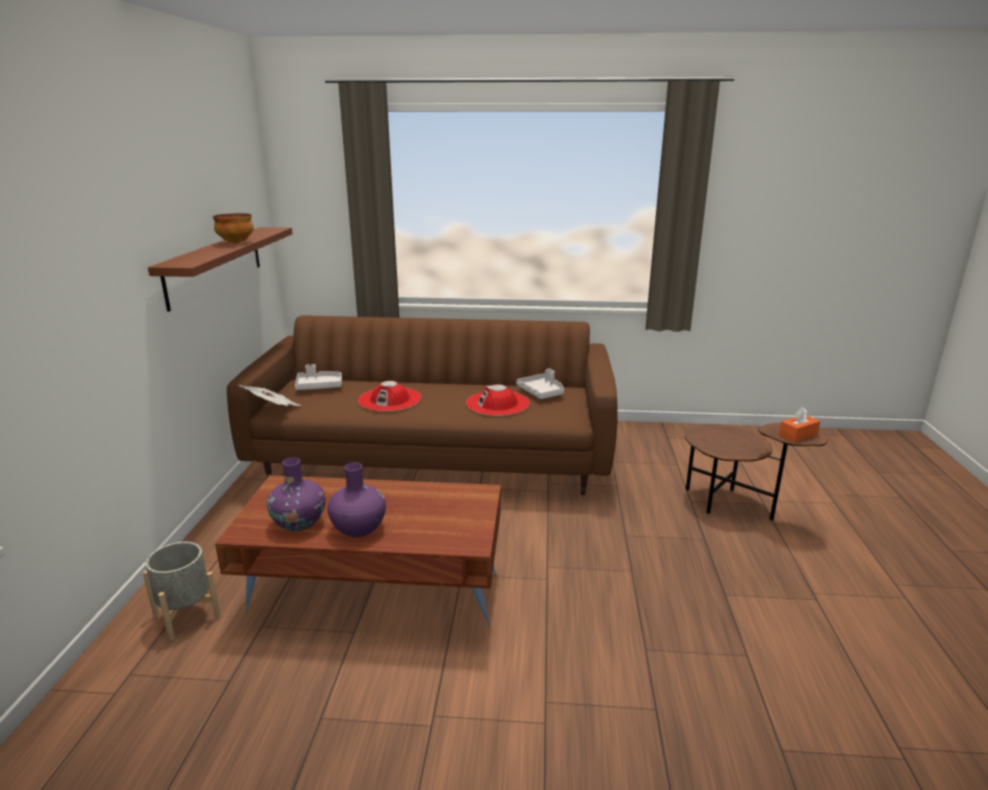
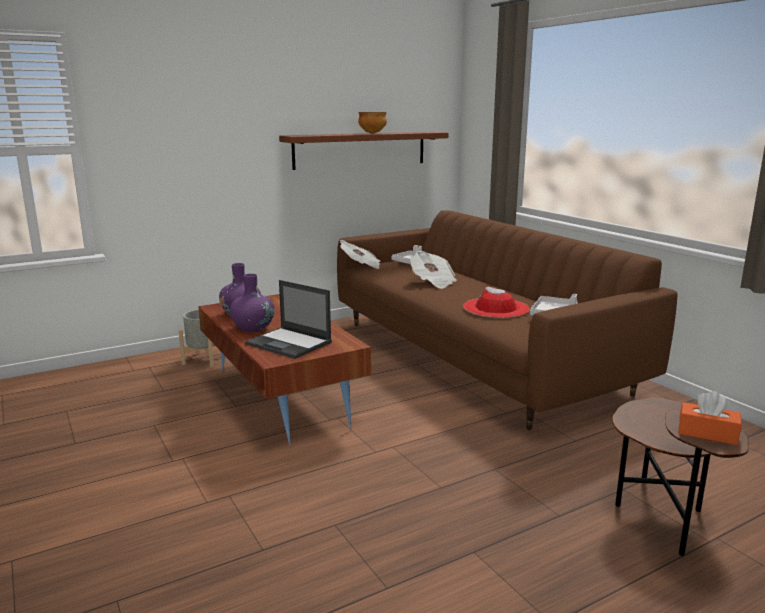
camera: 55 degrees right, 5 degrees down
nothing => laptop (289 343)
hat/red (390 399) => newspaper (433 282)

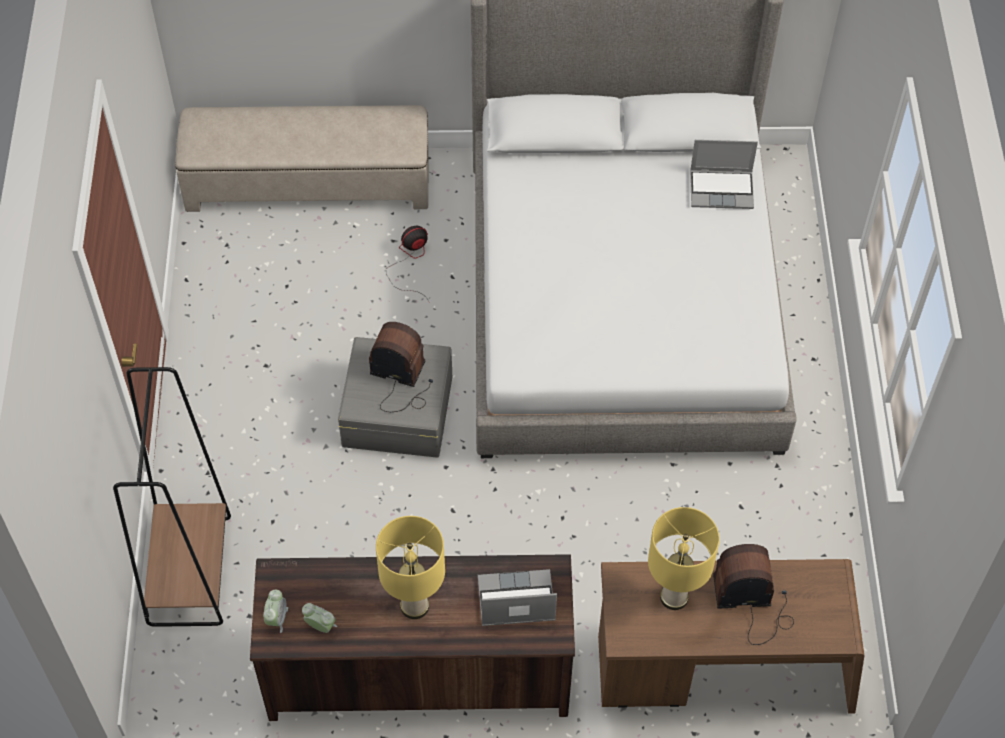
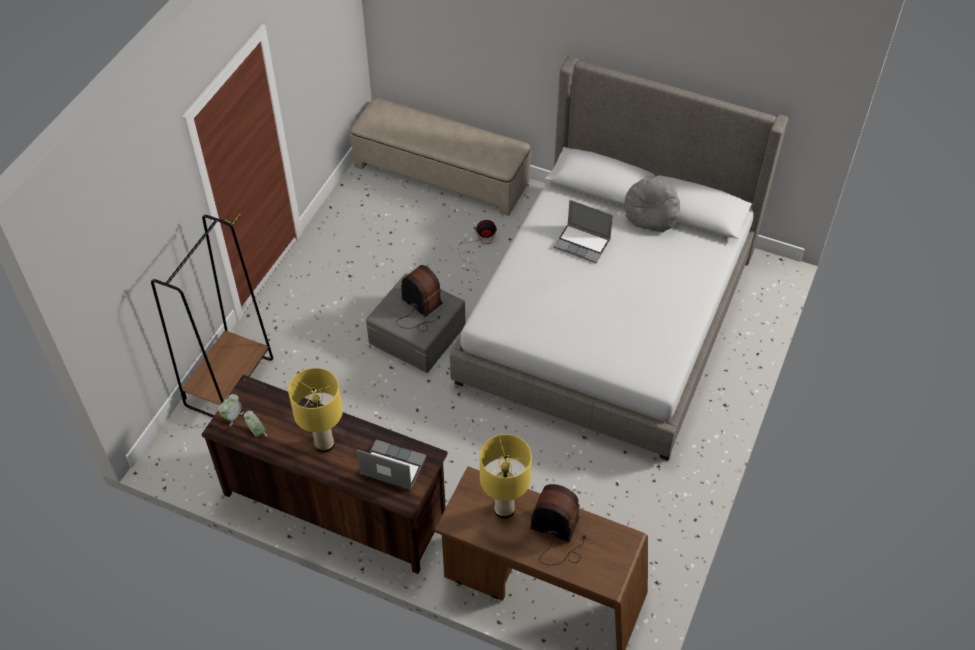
camera: 25 degrees right, 5 degrees down
nothing => pillow/grey (649 222)
laptop (722 189) => laptop (583 244), relocated

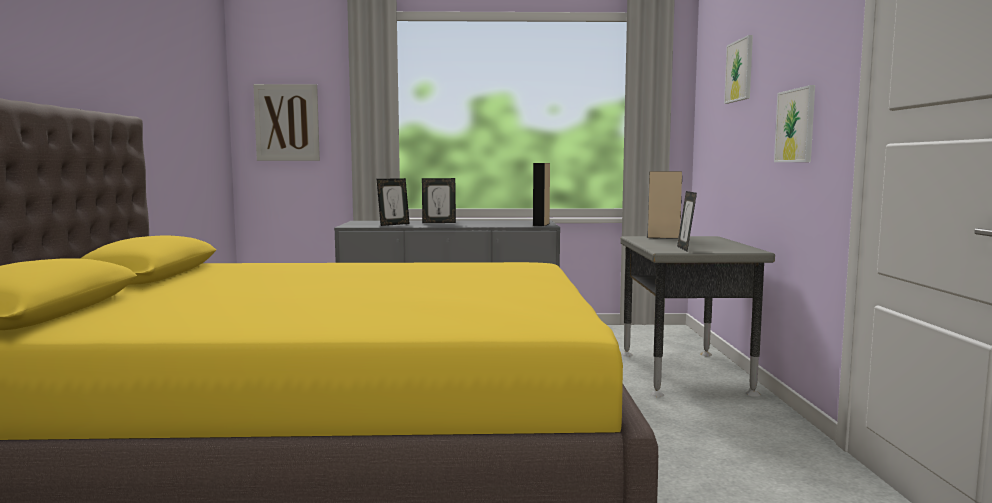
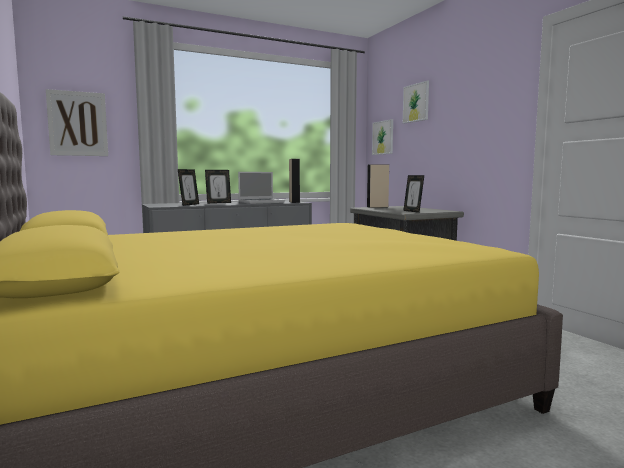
camera: 25 degrees left, 0 degrees up
nothing => laptop (261 202)
picture (795 125) => picture (383 137), relocated

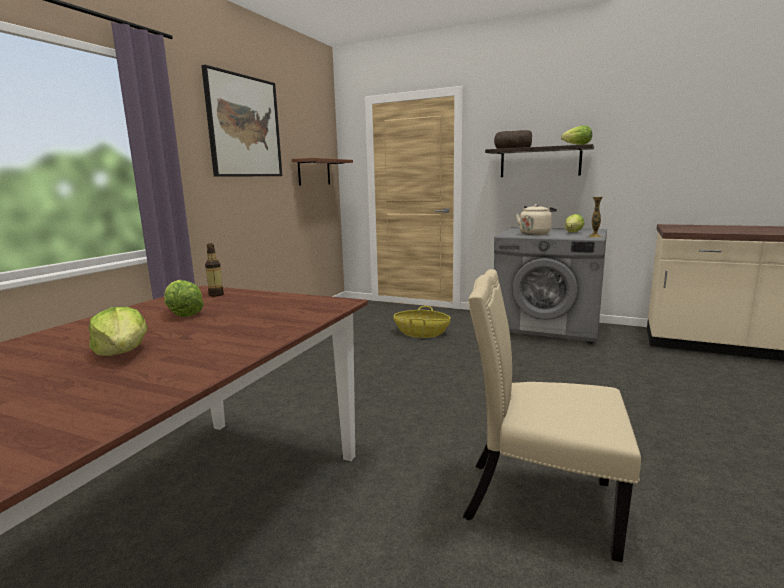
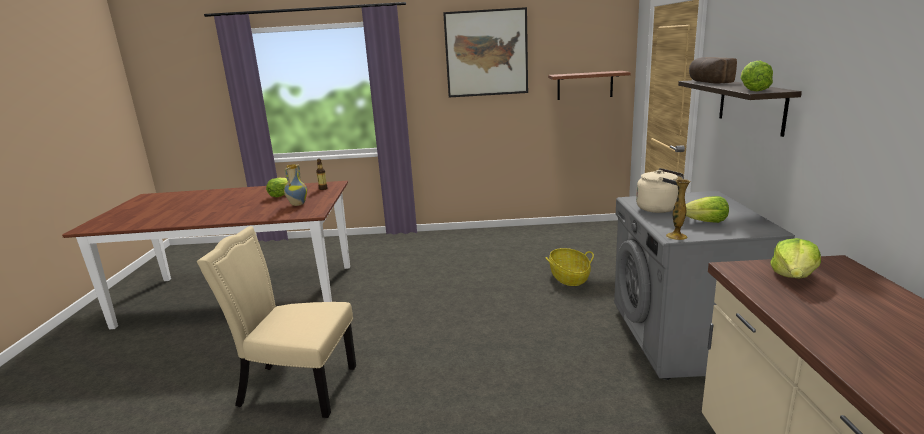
camera: 65 degrees right, 5 degrees up
nothing => vase (297 204)
lettuce (123 353) => lettuce (793 276), relocated
chair/beige (542 503) => chair/beige (299 388), 75 degrees counterclockwise

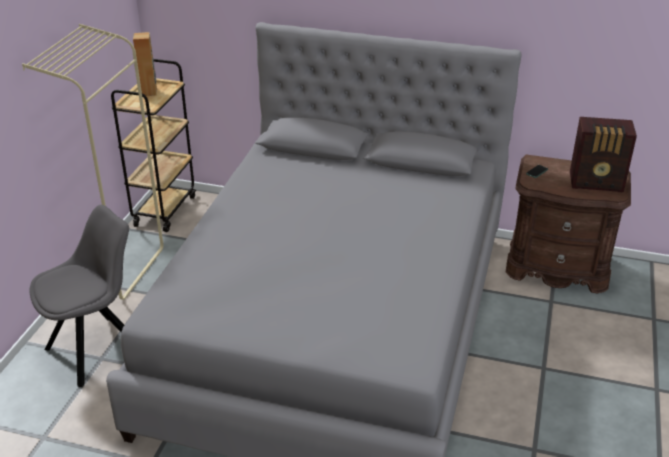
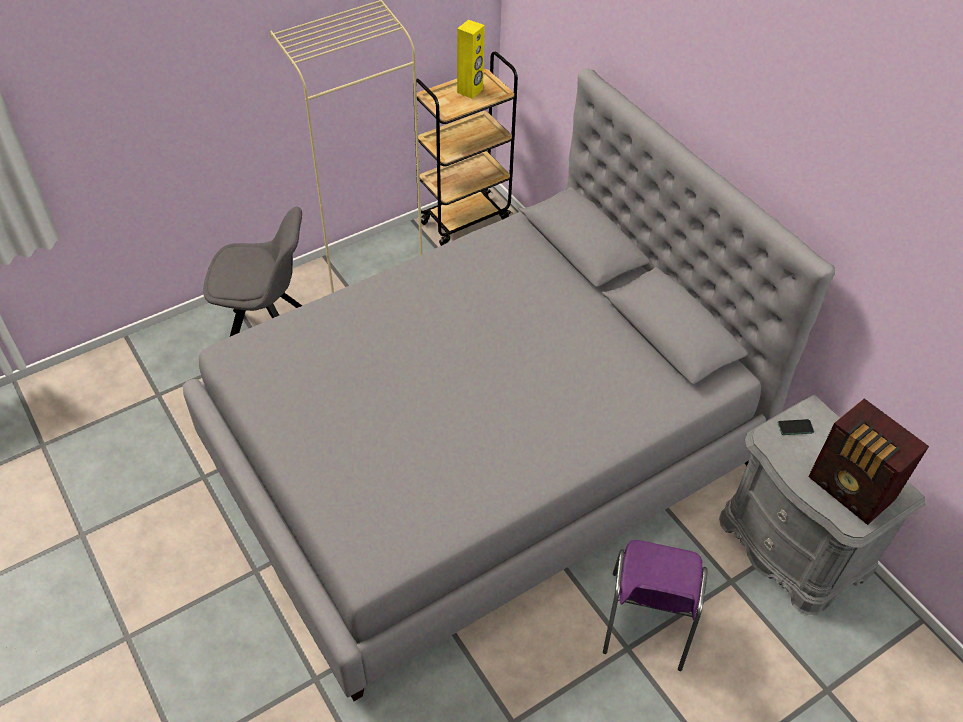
camera: 40 degrees right, 15 degrees up
nothing => chair/purple (646 623)
speaker/brown (149 92) => speaker/yellow (470 91)
nightstand/brown (558 268) => nightstand/grey (789 549)

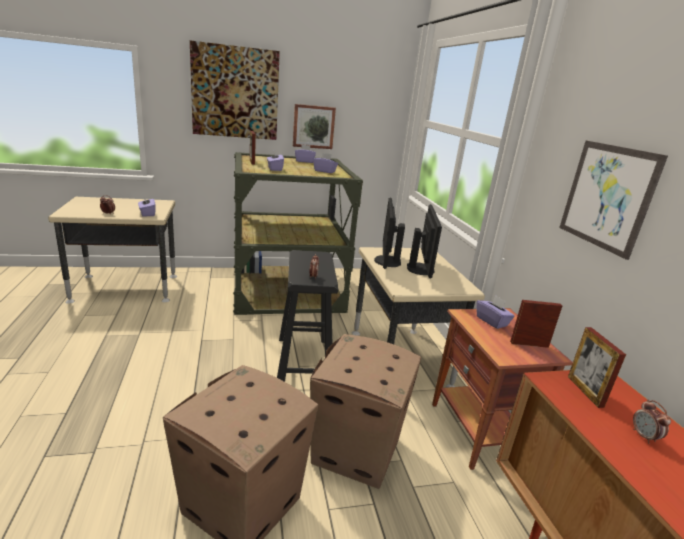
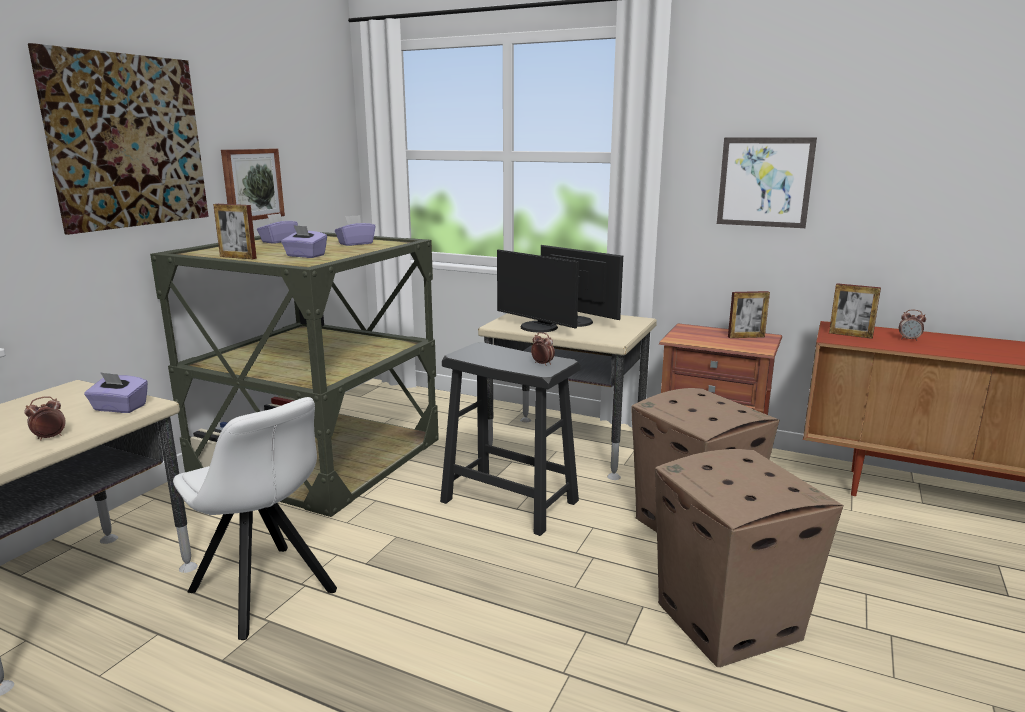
camera: 50 degrees left, 5 degrees down
tissue box/purple (492 321) => nothing
nothing => chair/white (264 591)
picture frame (529 344) => picture frame (746 337), 135 degrees counterclockwise

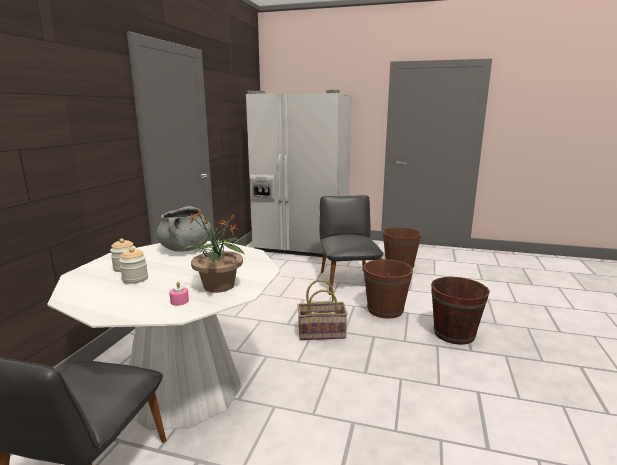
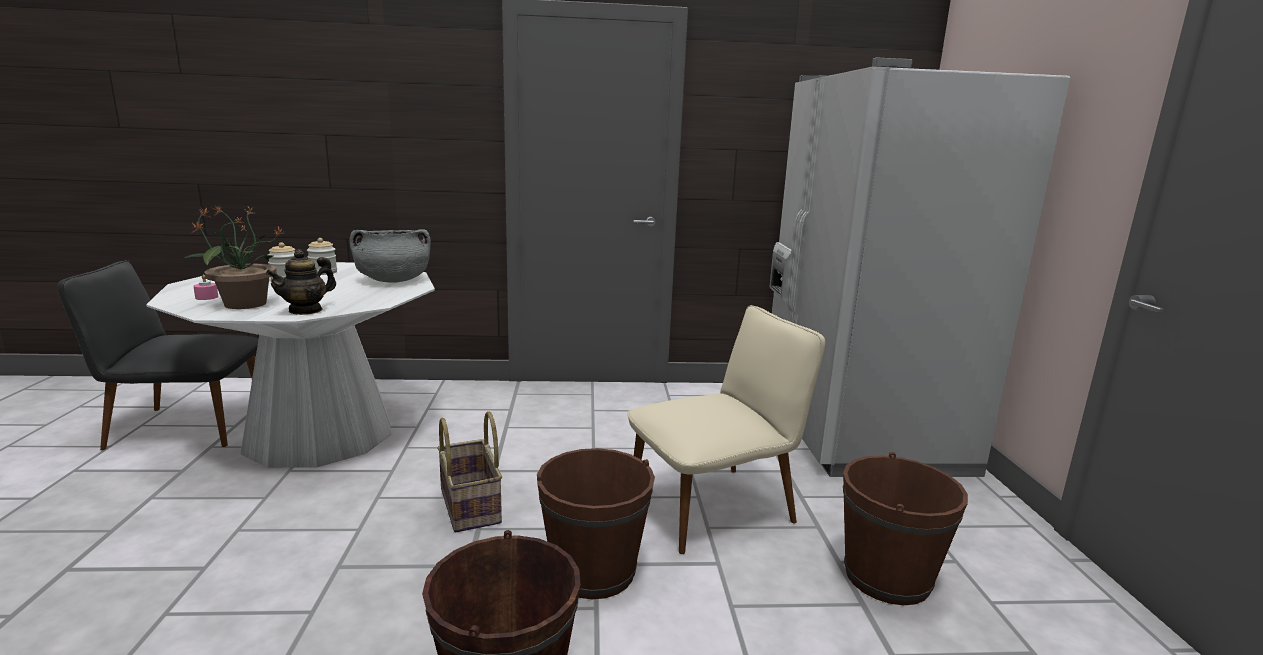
camera: 70 degrees right, 0 degrees up
nothing => teapot (306 310)
chair/black (348 281) => chair/beige (710 507)

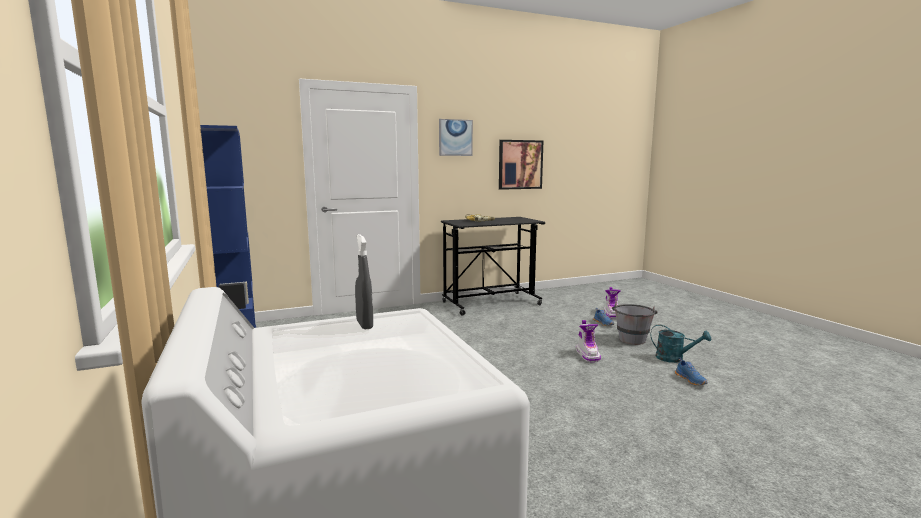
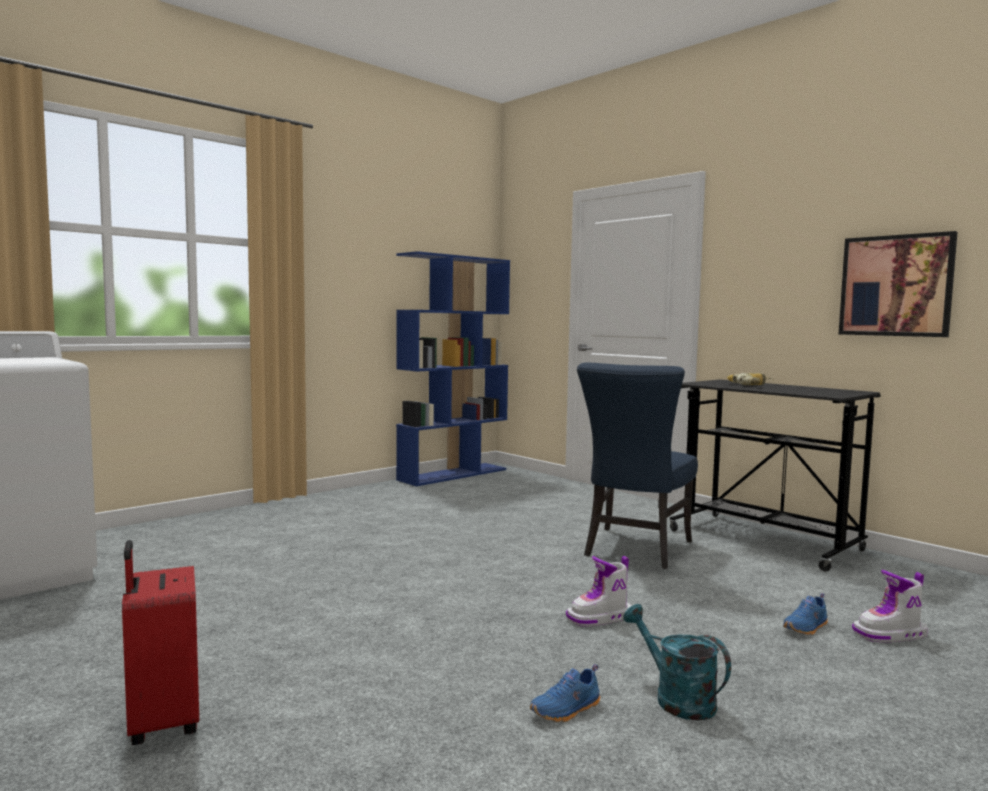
camera: 70 degrees right, 5 degrees down
spray bottle/grey (364 325) => nothing
picture (455 137) => nothing
bucket/grey (632 338) => nothing
nothing => suitcase/red (162 722)
nothing => chair/blue (634 550)
watering can/turquoise (674 358) => watering can/turquoise (676 698), 135 degrees clockwise

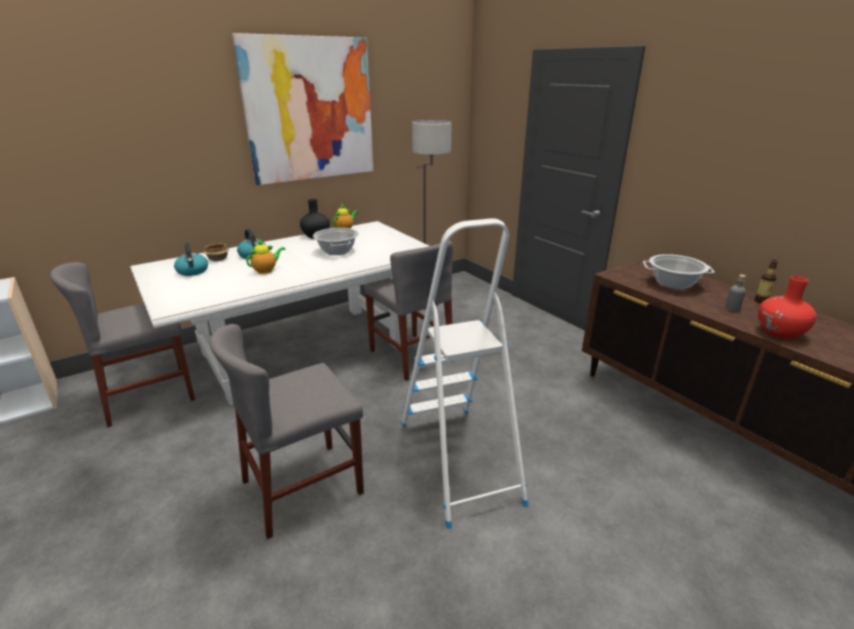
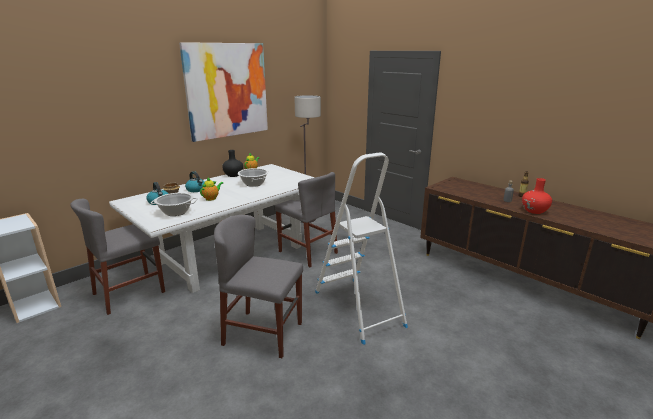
camera: 10 degrees left, 5 degrees down
cooking pot (673 283) => cooking pot (176 212), relocated
chair/grey (302 487) => chair/grey (263 333), 60 degrees clockwise

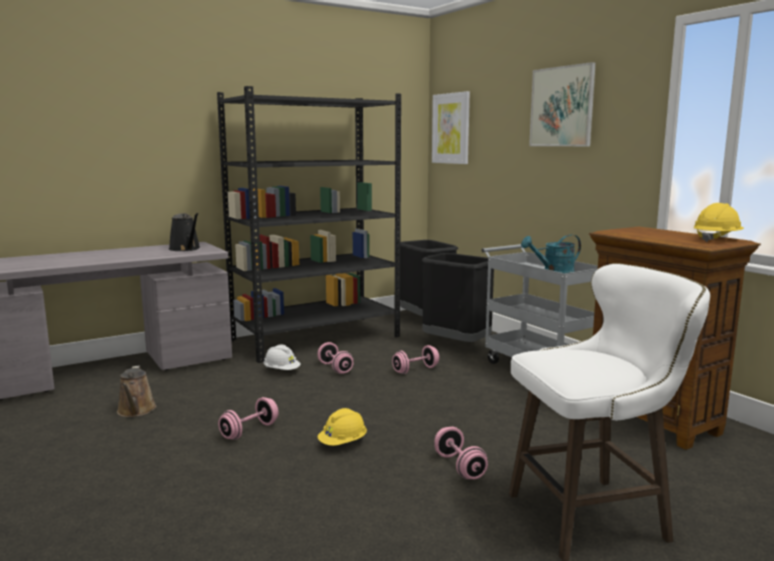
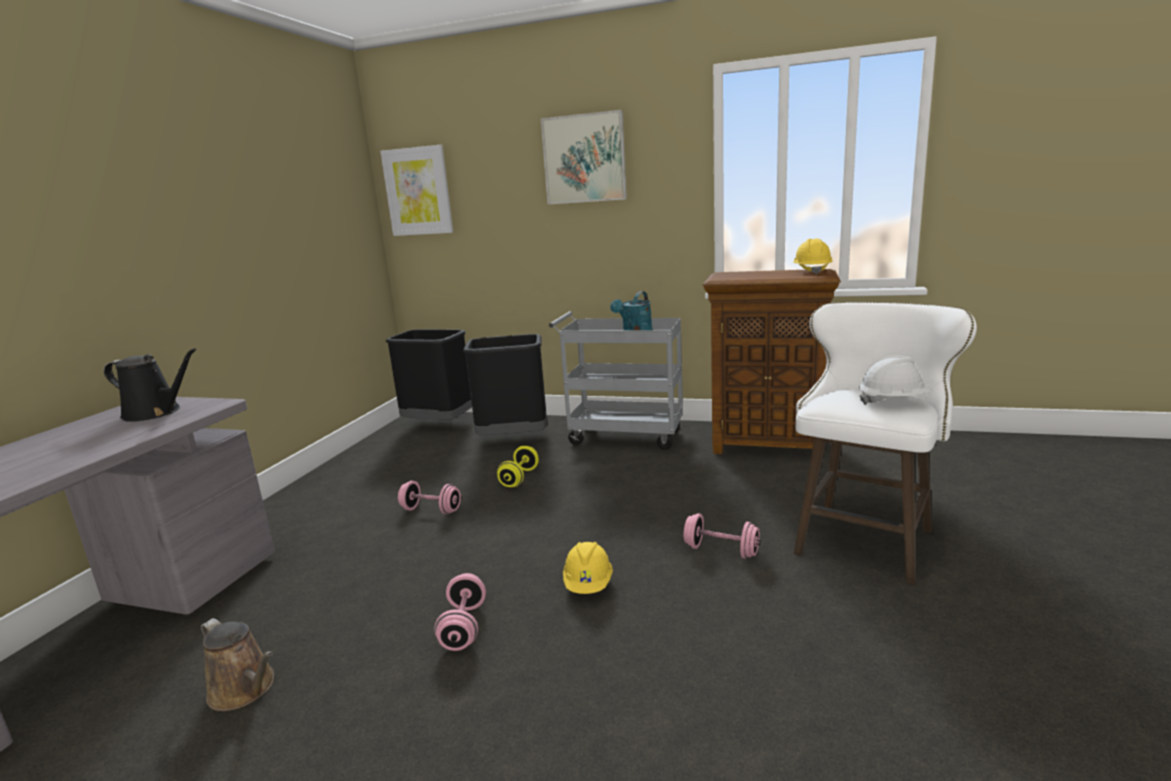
camera: 40 degrees left, 5 degrees up
bookcase/black (316 338) => nothing
hard hat/white (281 371) => hard hat/white (893 401), relocated
dumbbell/pink (415 370) => dumbbell/yellow (519 478)

